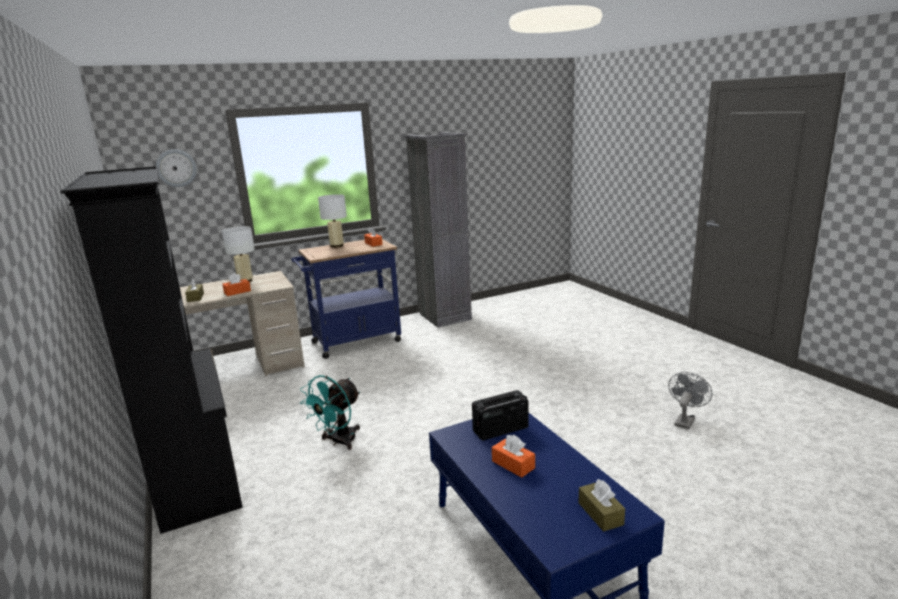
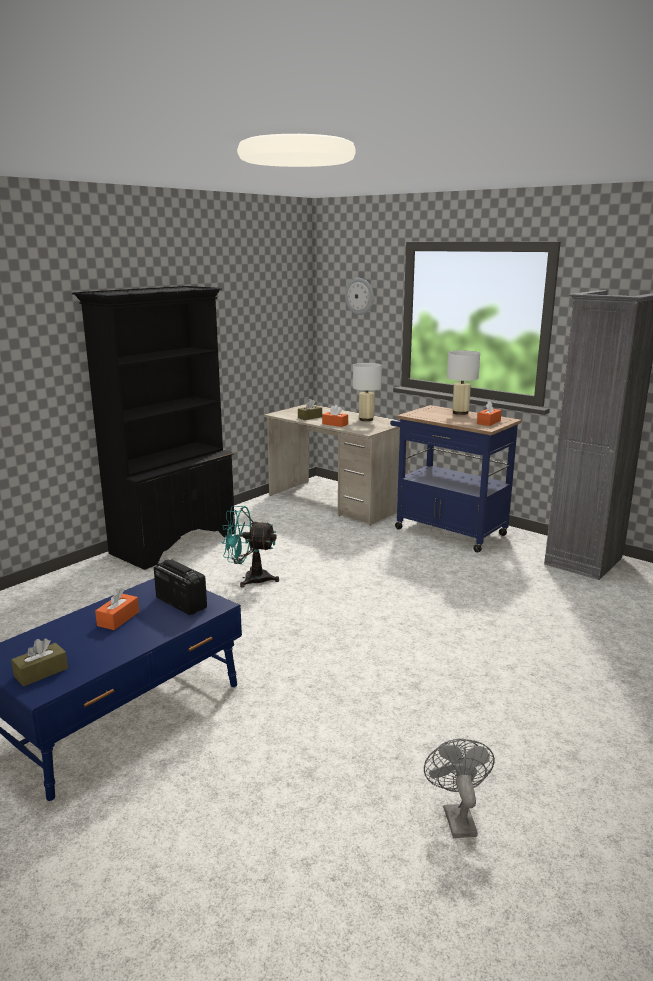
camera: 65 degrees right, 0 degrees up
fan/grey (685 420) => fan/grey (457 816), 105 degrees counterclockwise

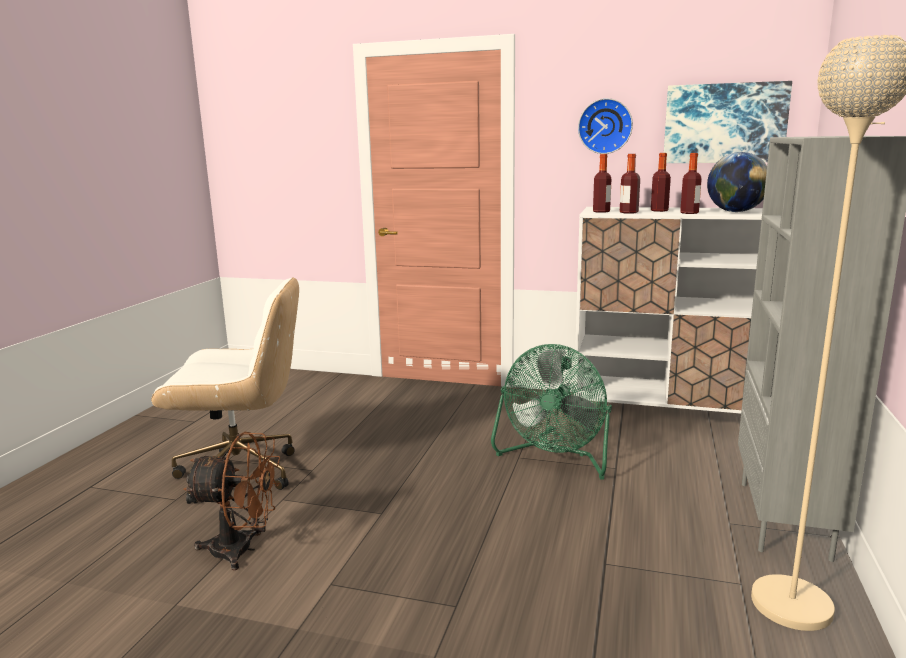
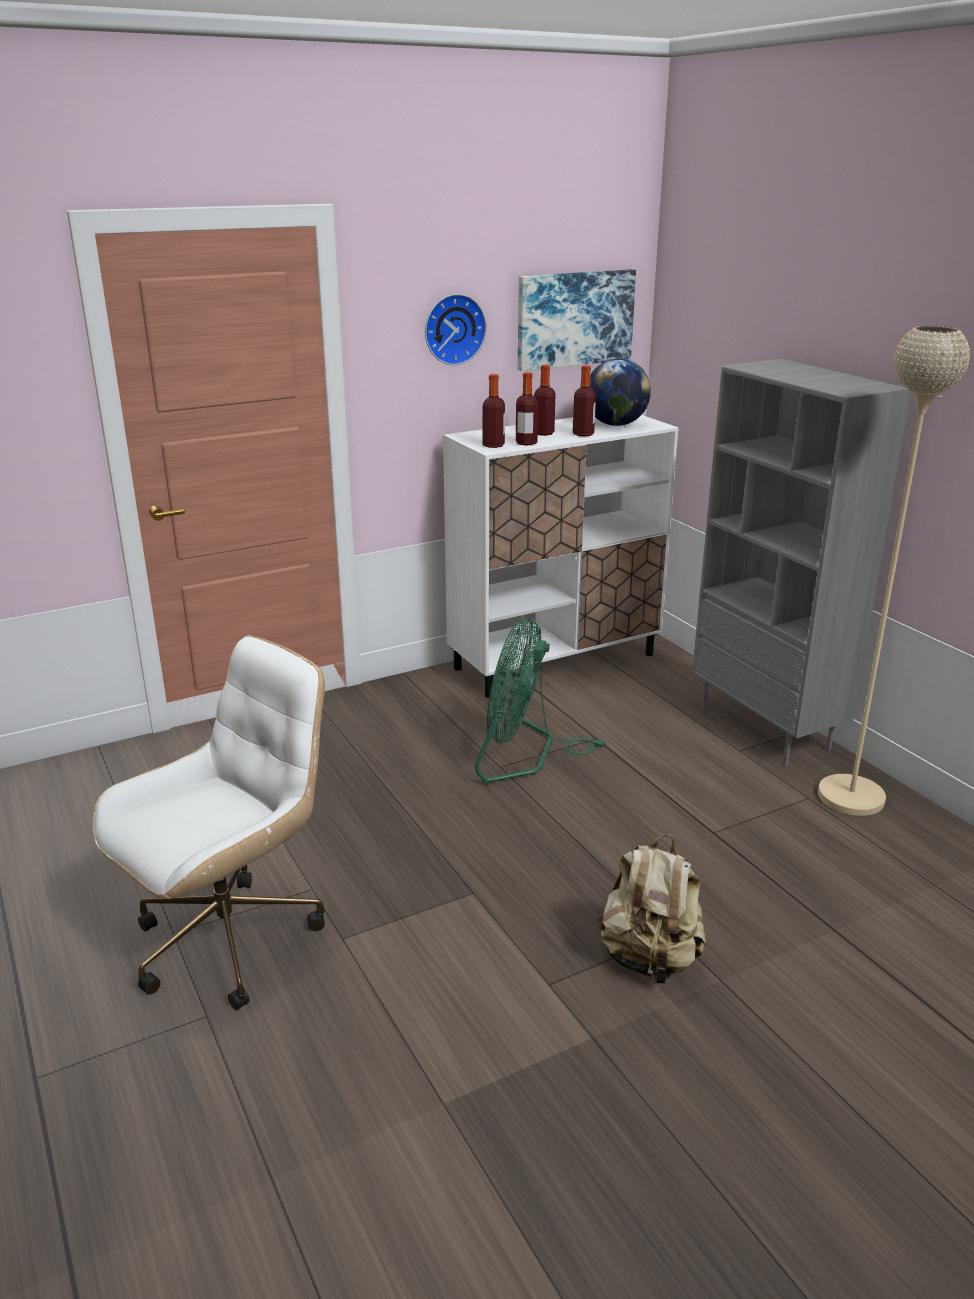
camera: 45 degrees left, 10 degrees up
fan/brown (242 550) => nothing
nothing => backpack/beige (650 959)
fan/green (552 456) => fan/green (527 751), 120 degrees clockwise

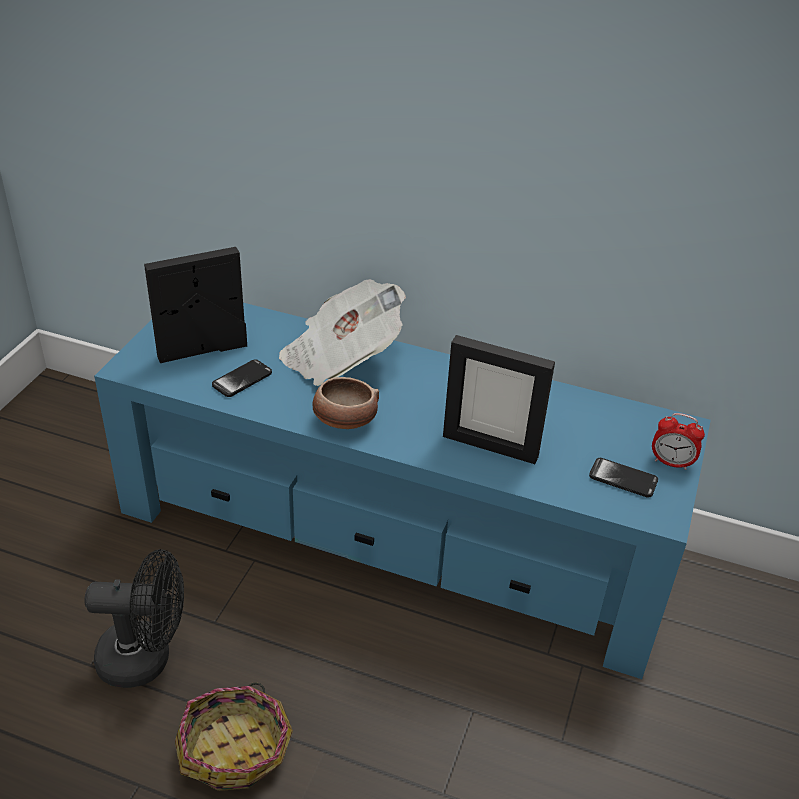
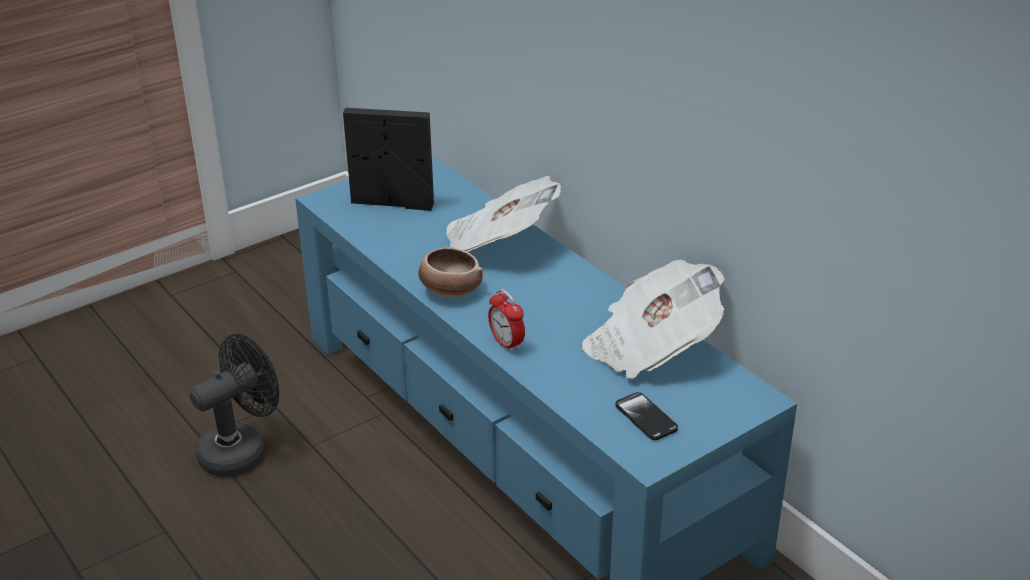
camera: 35 degrees right, 5 degrees down
basket (236 748) => nothing
phone (242 379) => nothing
picture frame (490 445) => nothing
nothing => newspaper (650 347)
alarm clock (671 462) => alarm clock (506 343), relocated
fan/black (146 658) => fan/black (241 449), 75 degrees counterclockwise

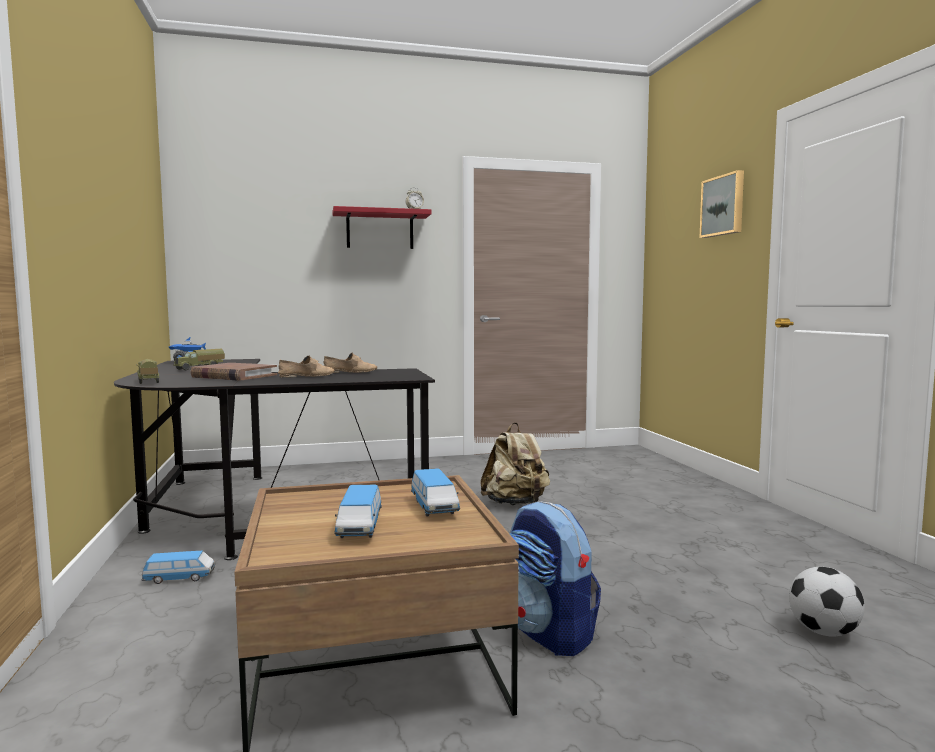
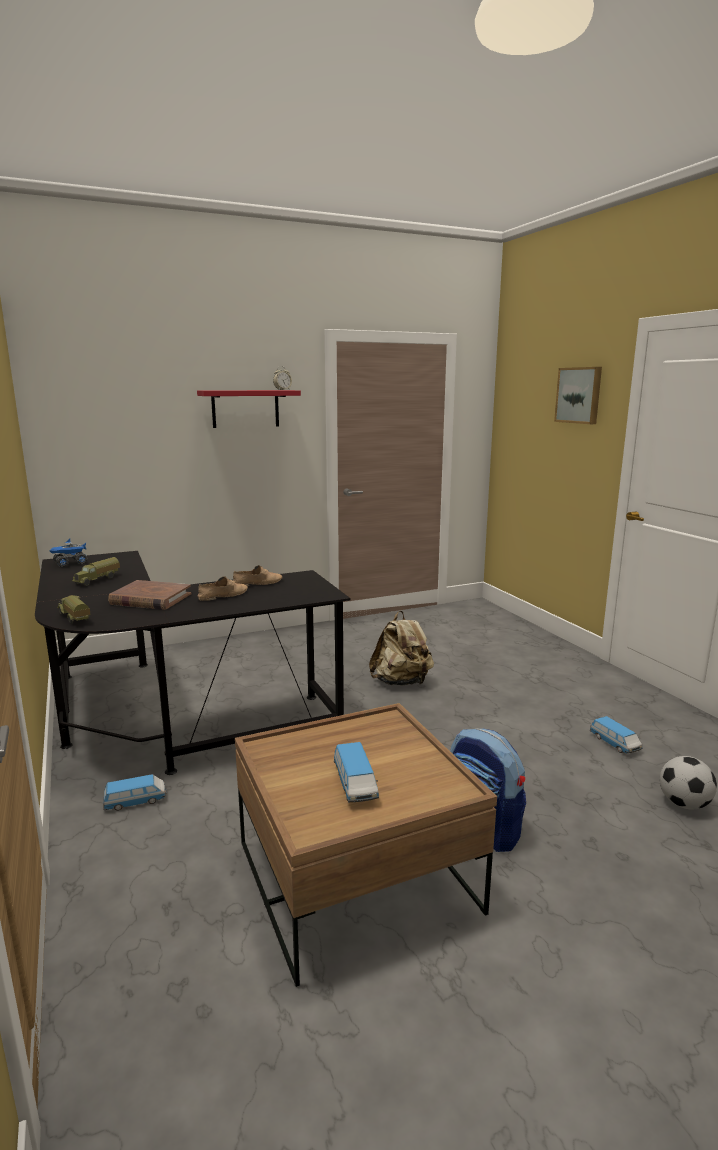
camera: 10 degrees left, 10 degrees up
toy car (434 507) => toy car (614 744), relocated

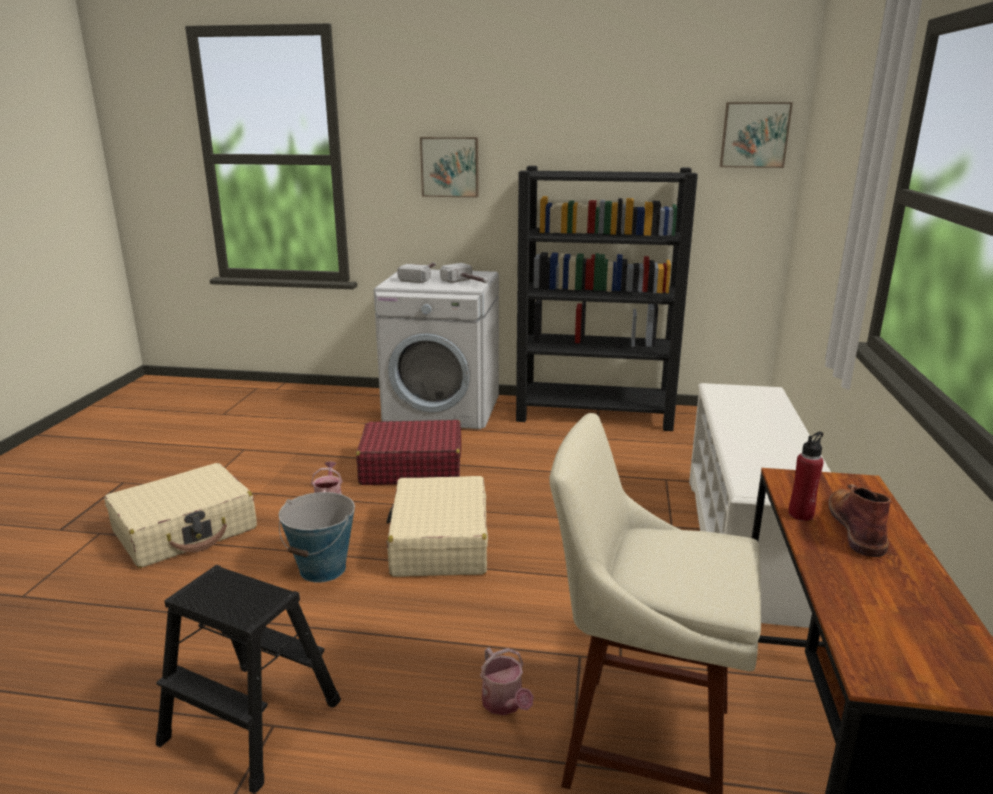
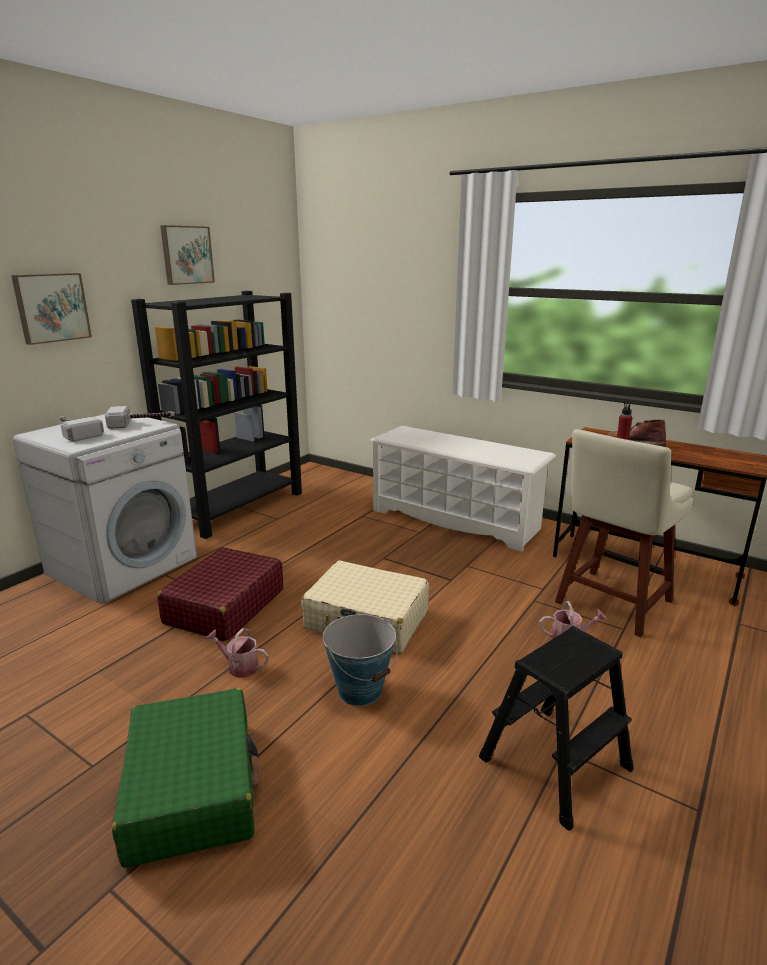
camera: 65 degrees left, 0 degrees up
picture (754 135) => picture (186 255), relocated
suitcase/beige (186 530) => suitcase/green (193 788)

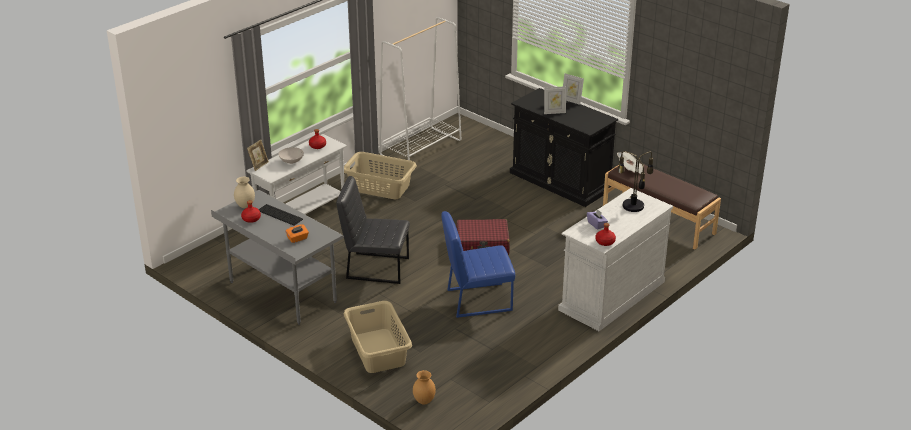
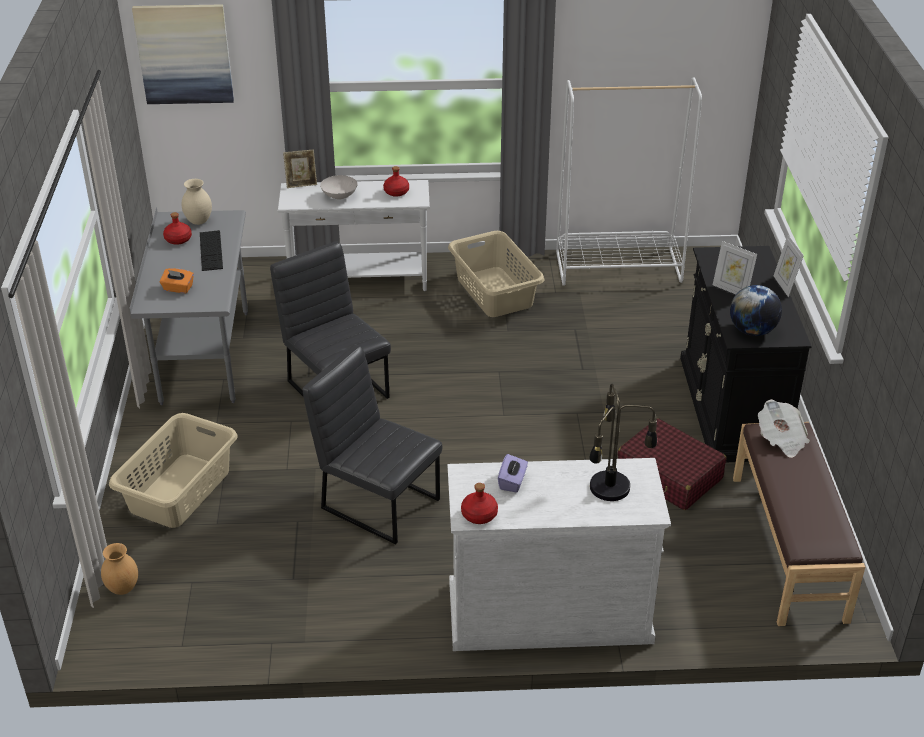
camera: 45 degrees right, 5 degrees up
nothing => picture (184 54)
nothing => globe (752 331)
suitcase/red (483 245) => suitcase/red (669 475), relocated
chair/blue (477 300) => chair/grey (378 501)

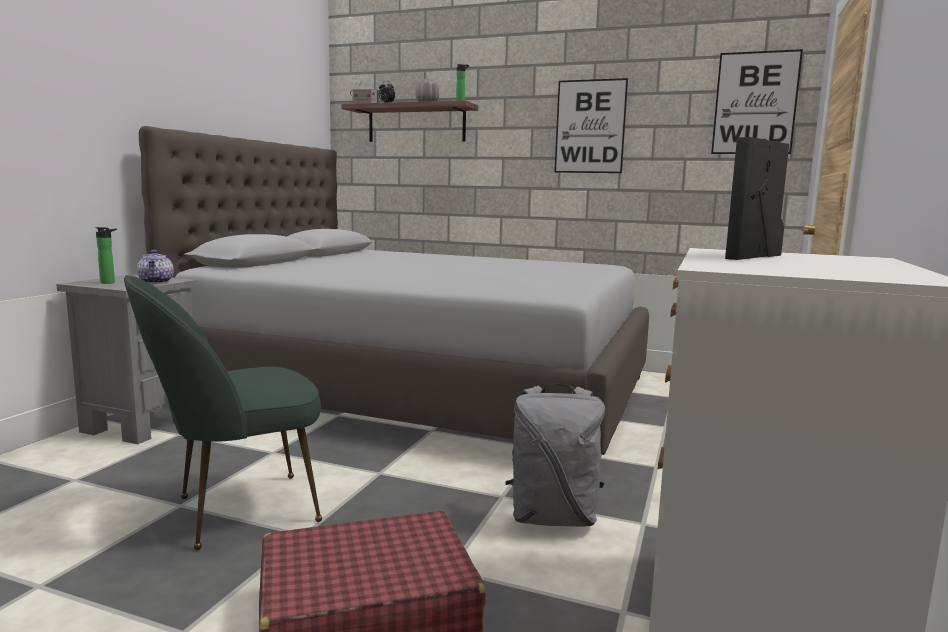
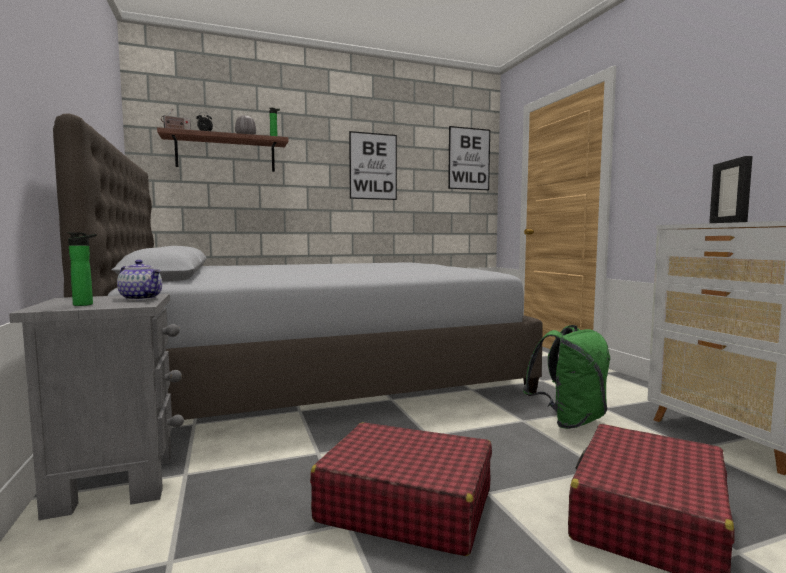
camera: 40 degrees left, 5 degrees down
chair/green (234 512) => suitcase/red (405 505)
backpack/grey (553 517) => backpack/green (569 421)

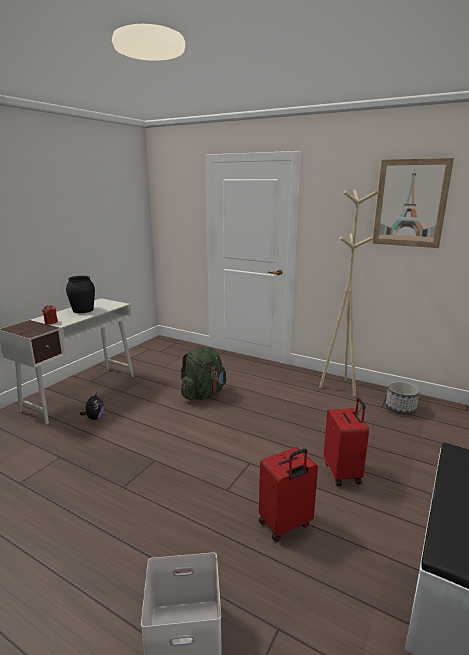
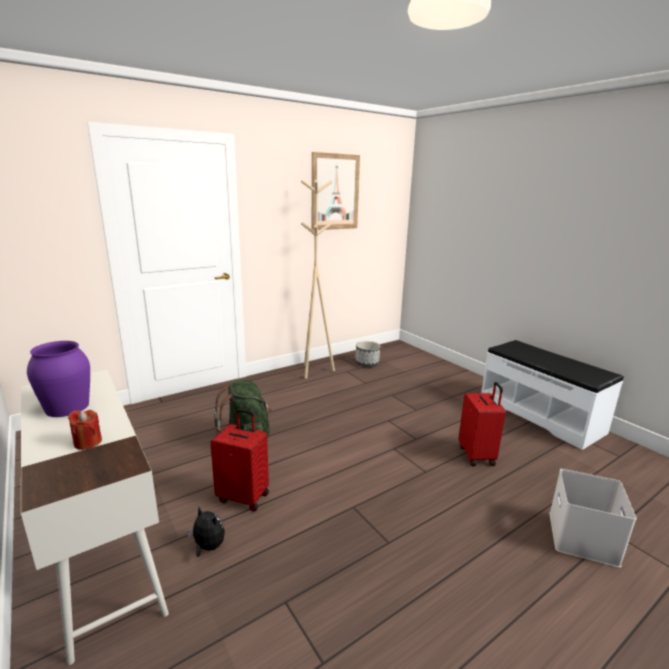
camera: 65 degrees left, 0 degrees up
suitcase/red (343 473) => suitcase/red (244 496), relocated
vase/black (83 310) => vase/purple (67 407)

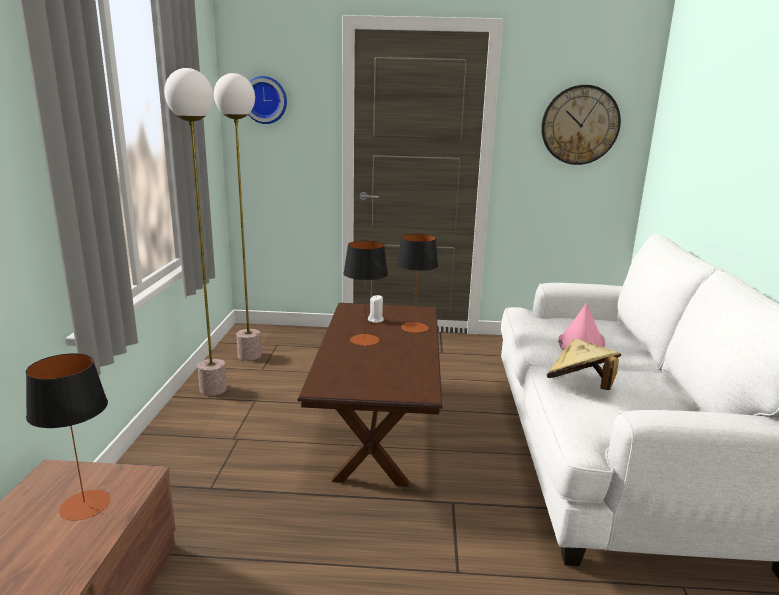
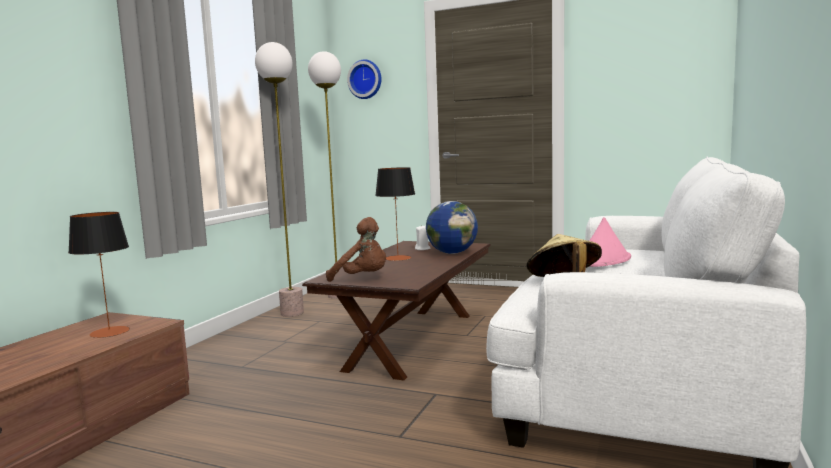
camera: 20 degrees right, 10 degrees down
wall clock (580 125) => nothing
nothing => plush toy/brown (362 279)
table lamp (414 327) => globe (452 253)

